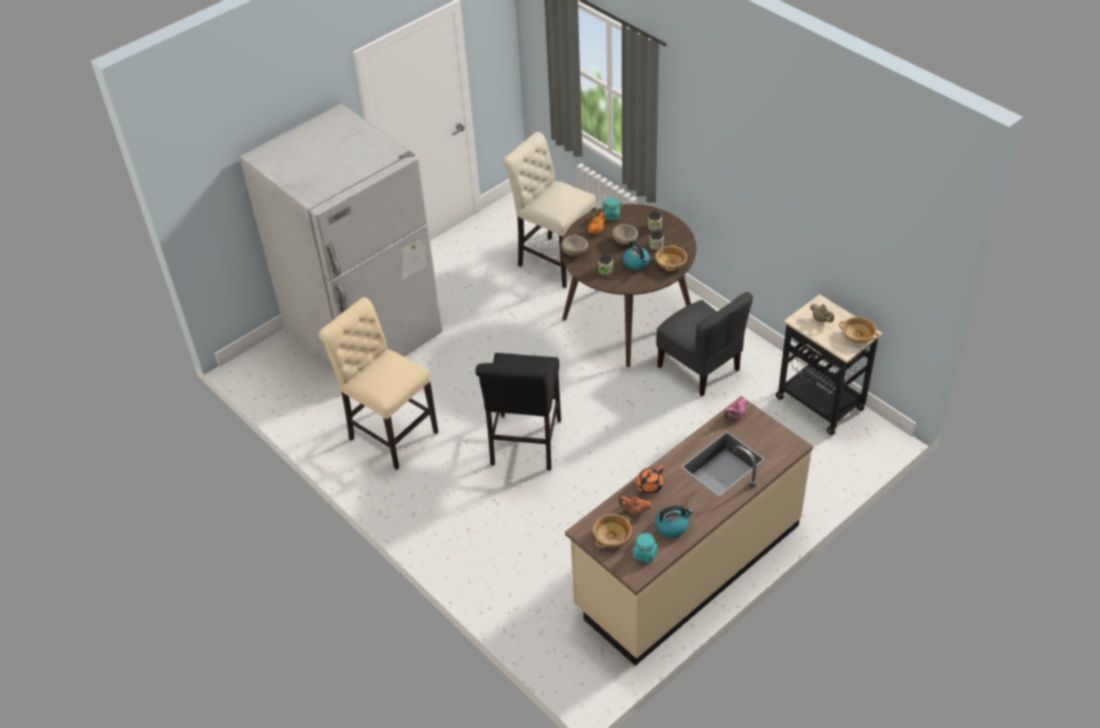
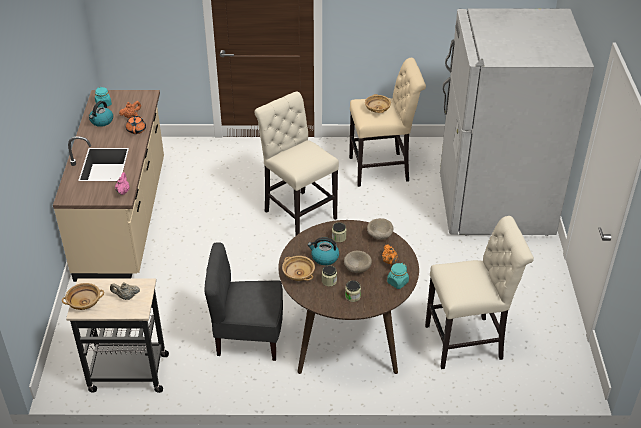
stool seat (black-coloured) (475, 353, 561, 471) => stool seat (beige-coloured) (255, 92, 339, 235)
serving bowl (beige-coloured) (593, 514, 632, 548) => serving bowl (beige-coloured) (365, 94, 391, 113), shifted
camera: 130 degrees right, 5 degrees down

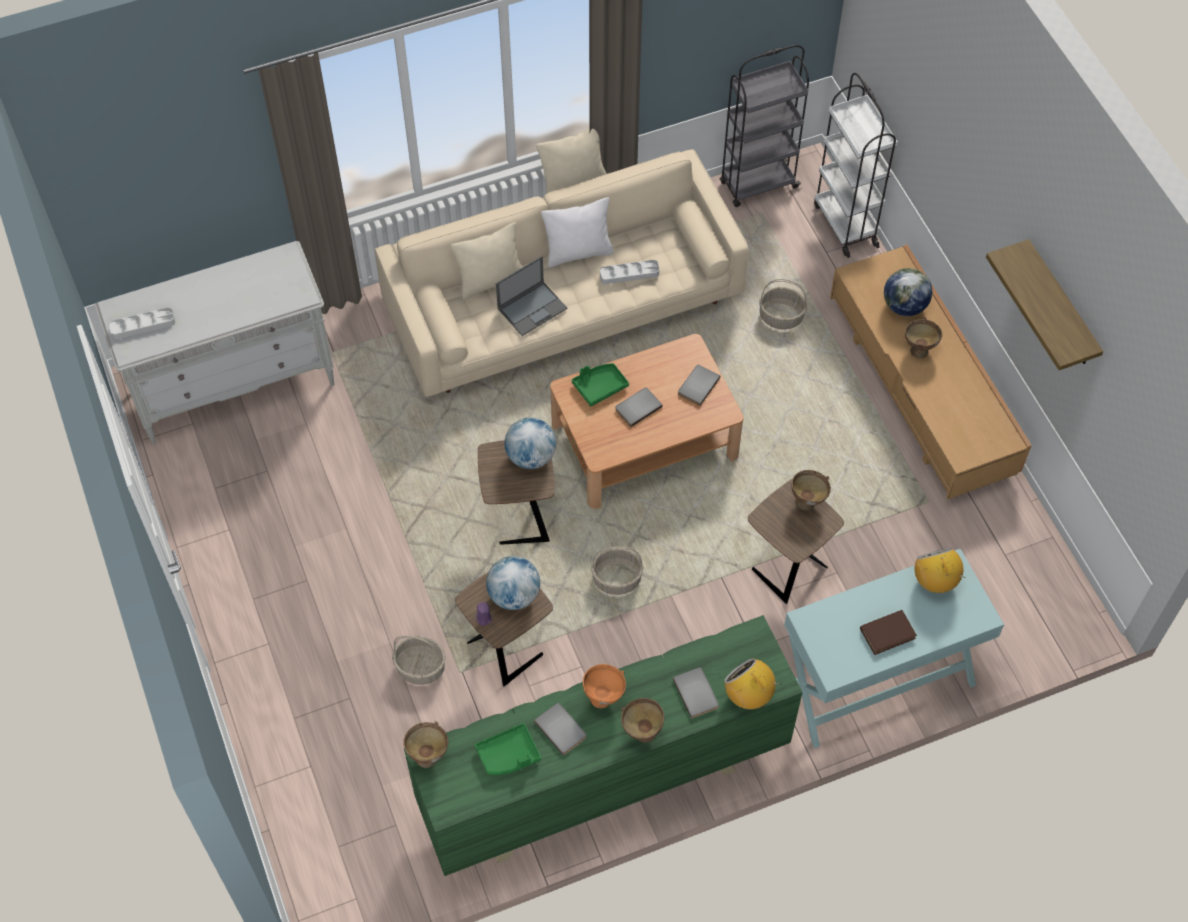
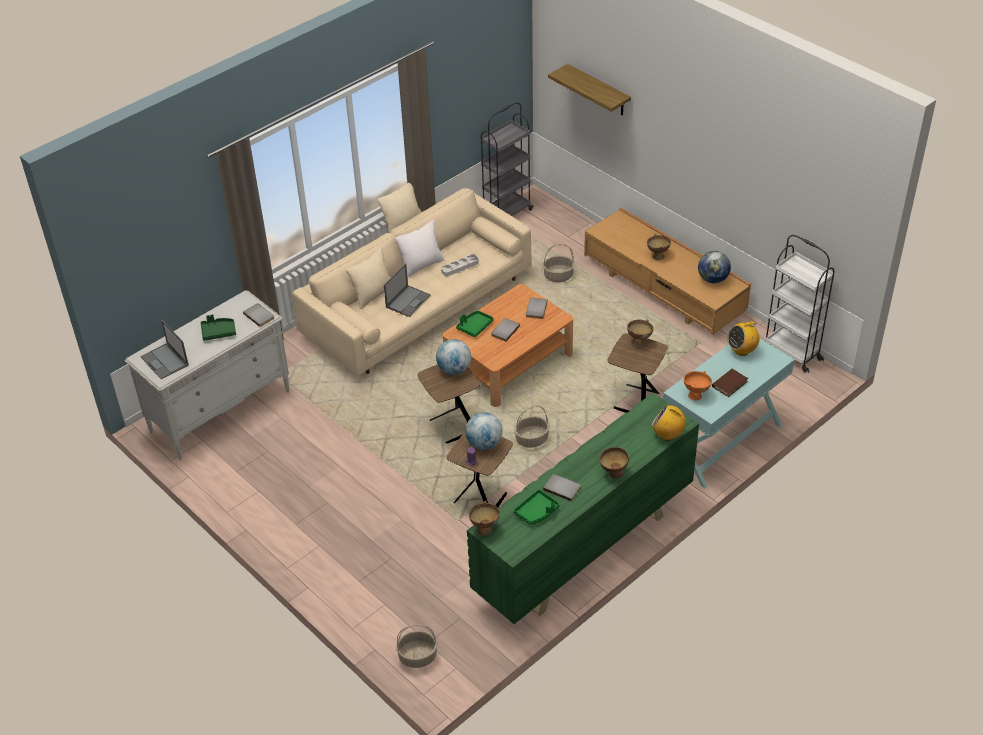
tray (grey) (109, 307, 175, 339) => portable computer (140, 320, 189, 379)
basket (392, 636, 445, 685) => basket (396, 625, 437, 668), shifted
serving bowl (orangey) (583, 664, 626, 708) => serving bowl (orangey) (684, 371, 712, 400), shifted
volume (grey) (673, 667, 719, 719) => volume (grey) (243, 303, 275, 327), shifted
trolley (whitish) (814, 73, 898, 258) => trolley (whitish) (765, 235, 834, 373), shifted
world globe (884, 268, 932, 316) => world globe (698, 251, 731, 284), shifted
radio receiver (915, 548, 966, 593) => radio receiver (727, 319, 760, 356), 75 degrees counterclockwise
wall shelf (986, 239, 1103, 370) => wall shelf (548, 64, 631, 115), shifted
nothing => tray (greenish) (200, 314, 236, 341)
camera: 20 degrees left, 15 degrees down

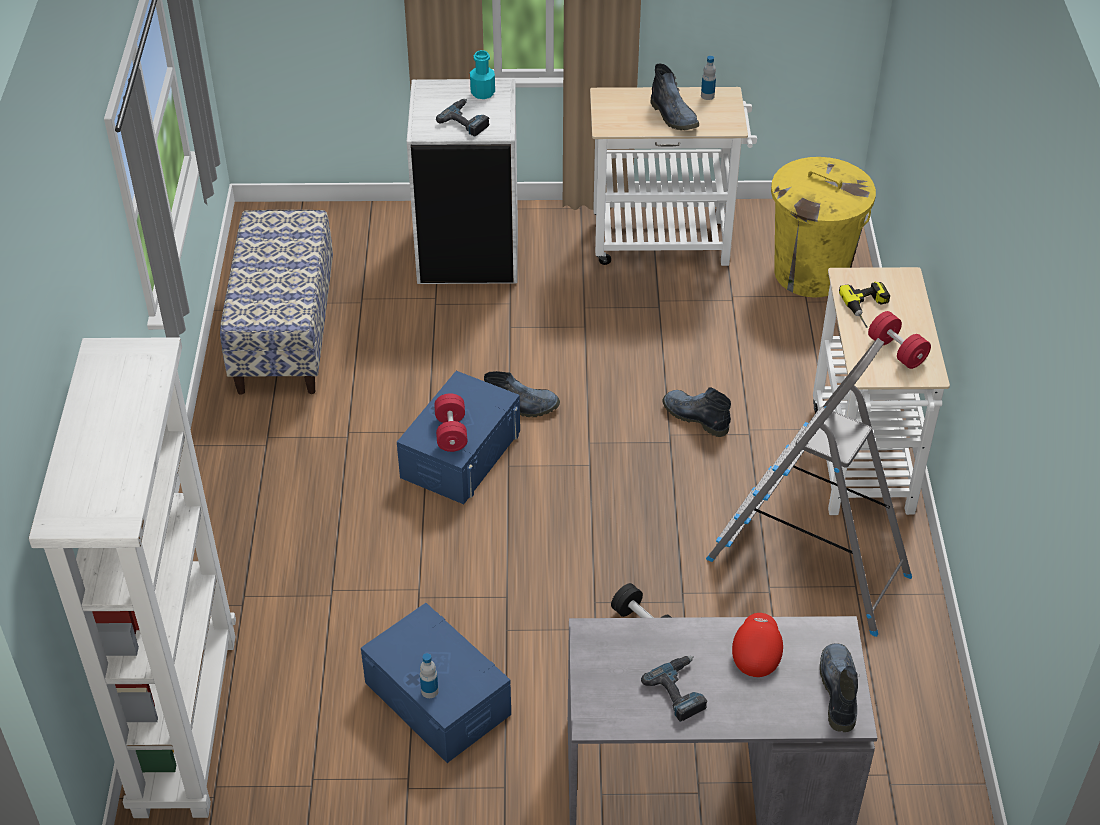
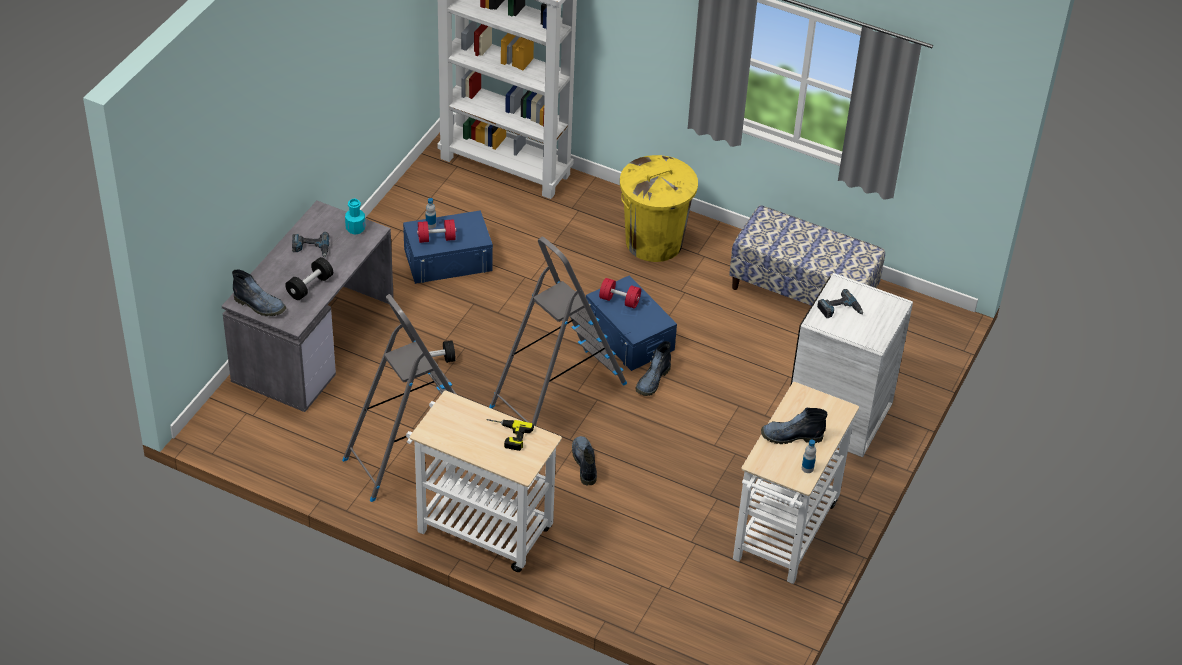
bottle (blue-green) (470, 50, 495, 99) => bottle (blue-green) (345, 199, 365, 235), shifted
tall boot (662, 387, 731, 437) => tall boot (572, 436, 597, 485), 75 degrees counterclockwise
baseball cap (red-coloured) (732, 613, 783, 677) => hand weight (black-coloured) (285, 257, 333, 300)
rubbish bin (yellowish) (771, 157, 876, 297) => rubbish bin (yellowish) (620, 155, 698, 262), shifted
hand weight (red-coloured) (868, 311, 931, 369) => hand weight (red-coloured) (417, 219, 456, 243), shifted
nothing => stepladder (grey) (489, 237, 627, 426)
camera: 115 degrees right, 0 degrees up

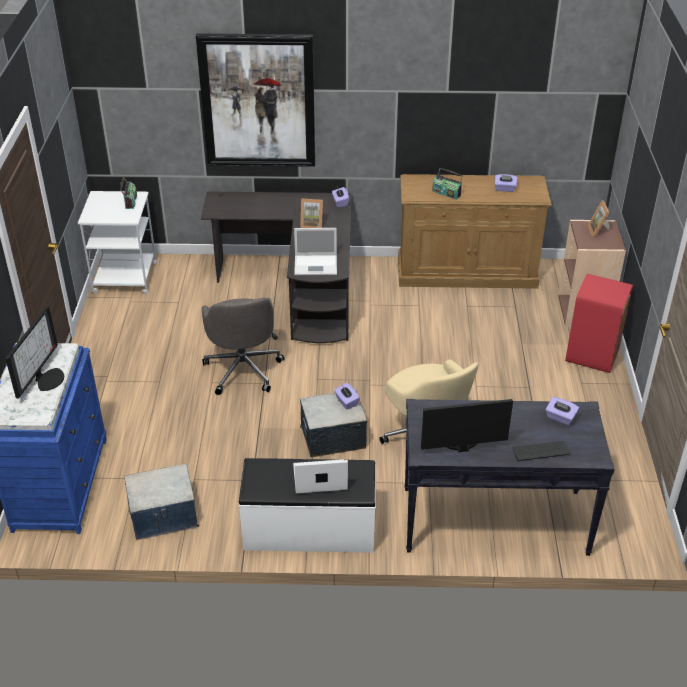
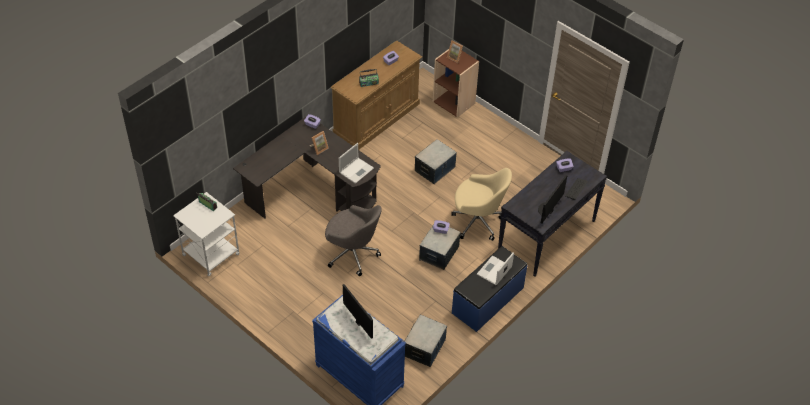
wall art (196, 34, 315, 167) => nothing
long seat (whitish) (239, 458, 376, 553) => long seat (bluish) (452, 246, 528, 332)
rubbish bin (red-coloured) (565, 274, 633, 373) => nothing
nothing => storage container (415, 139, 457, 184)
camera: 50 degrees left, 10 degrees up

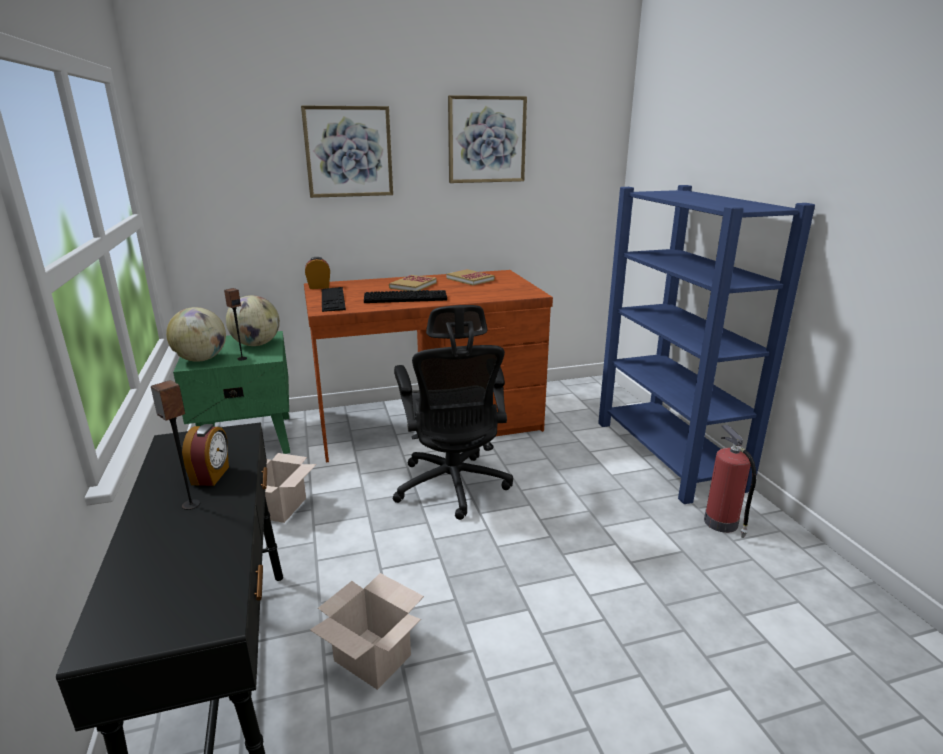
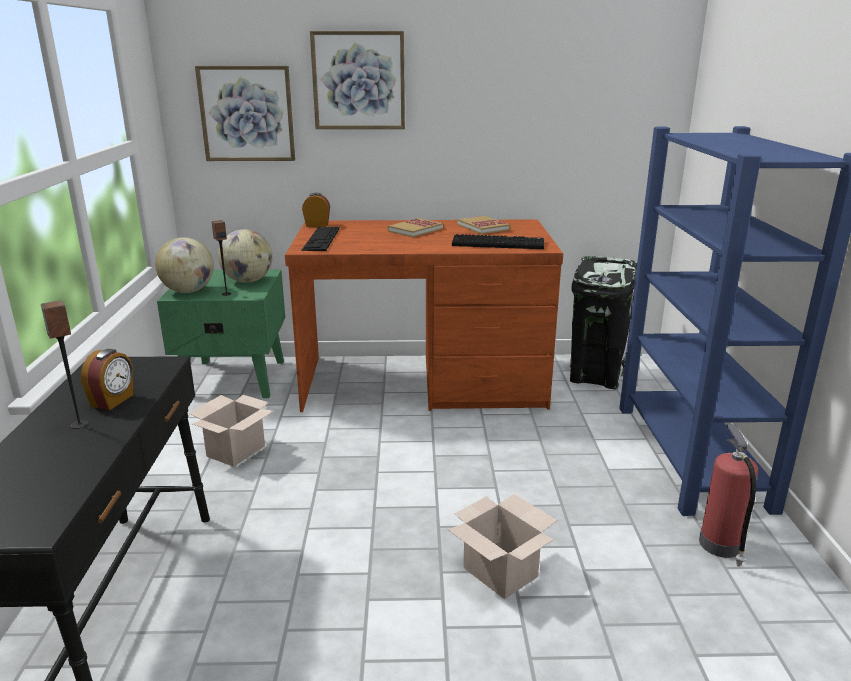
carton (310, 573, 424, 690) => carton (448, 494, 557, 599), shifted
PC keyboard (364, 290, 447, 303) => PC keyboard (452, 234, 544, 249), shifted
computer chair (393, 305, 513, 520) => nothing
wall art (448, 95, 527, 183) => wall art (195, 66, 295, 161), shifted
nothing => rubbish bin (black-coloured) (570, 256, 637, 389)
camera: 15 degrees right, 0 degrees up

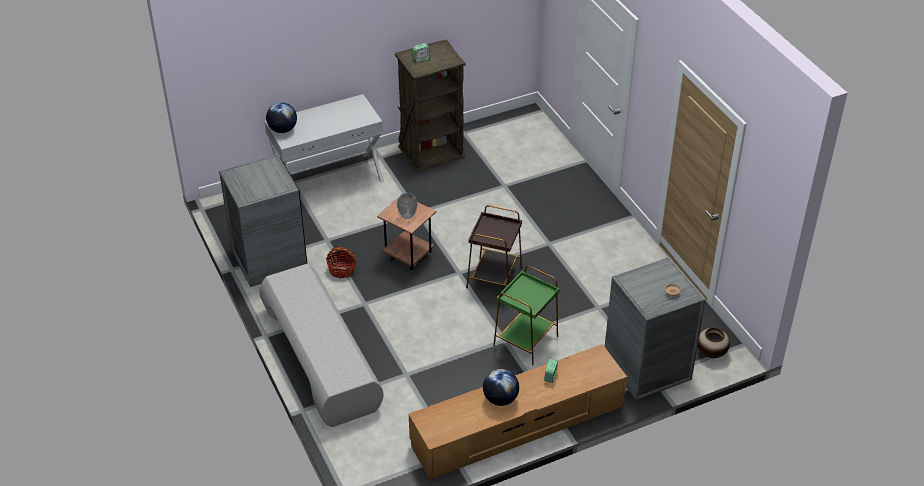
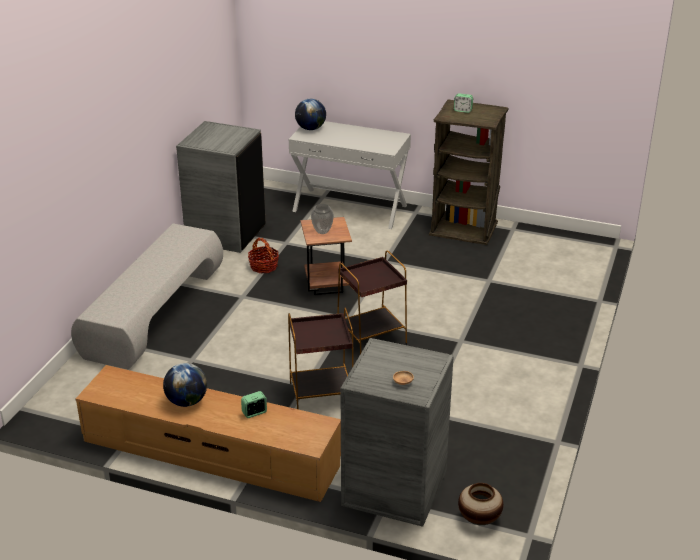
end table (greenish) (493, 266, 560, 365) => end table (brown) (288, 308, 354, 410)
camera: 45 degrees right, 10 degrees down

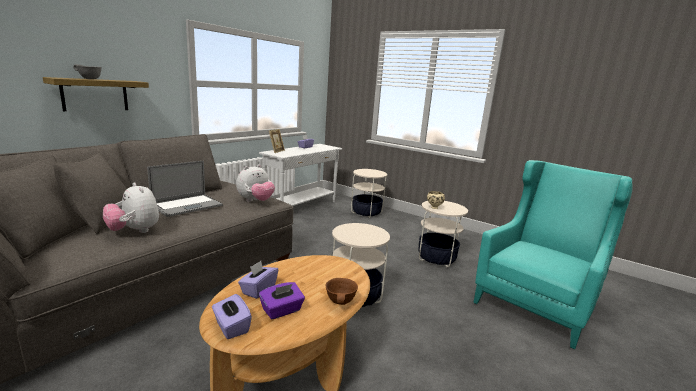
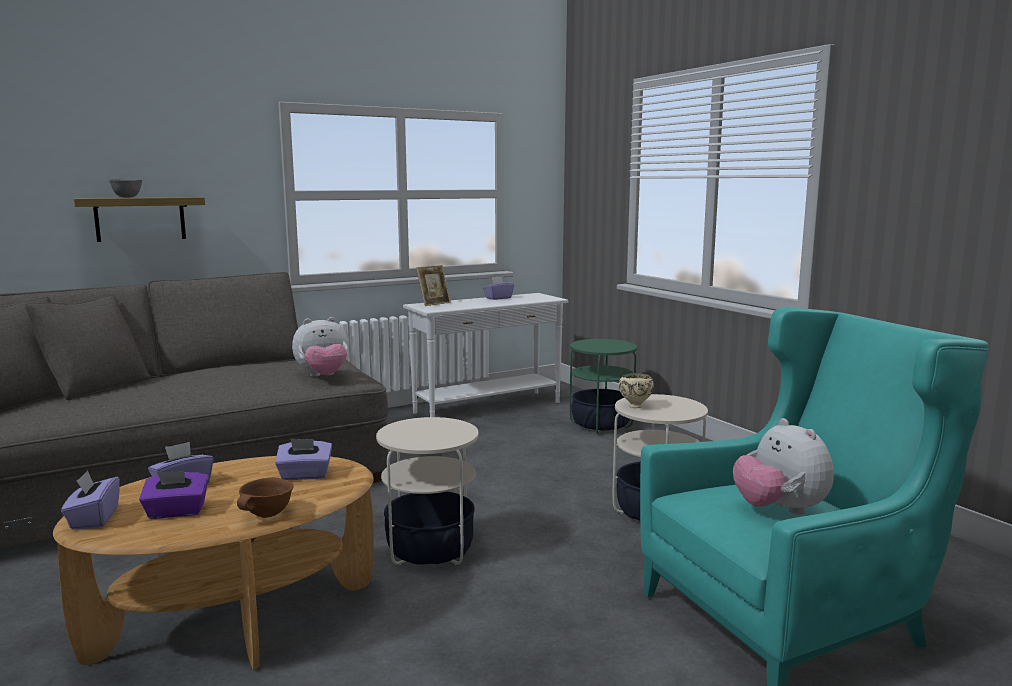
plush toy (103, 182, 159, 233) => plush toy (733, 418, 834, 515), shifted
portable computer (147, 161, 223, 217) => nothing
end table (beige-coloured) (351, 169, 387, 218) => end table (greenish) (570, 339, 637, 434)
nothing => tissue box (purple-coloured) (275, 439, 332, 480)
camera: 25 degrees right, 5 degrees down

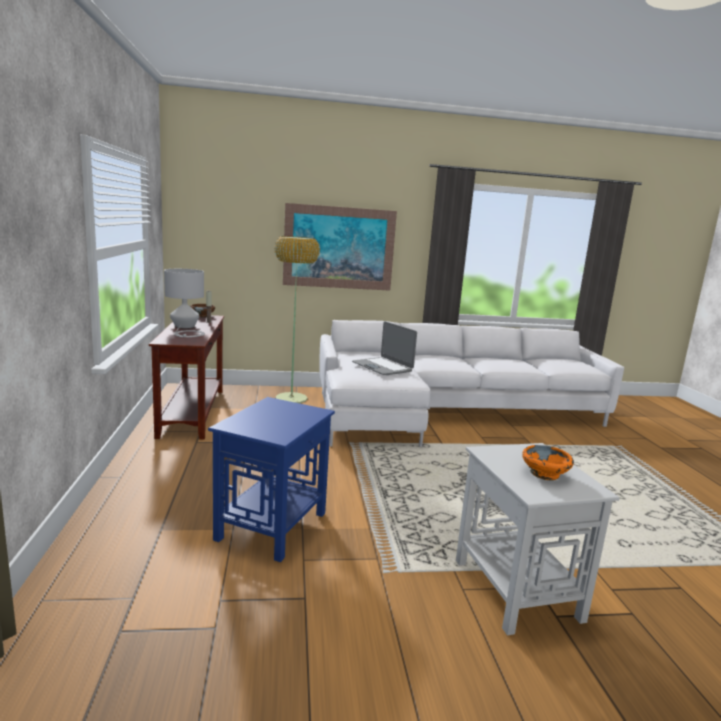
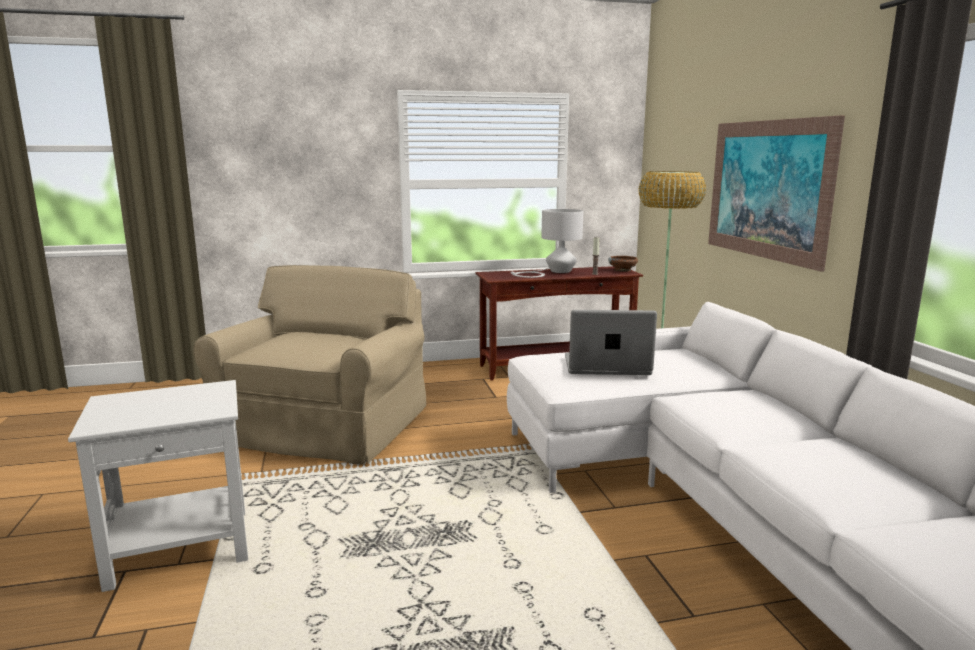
end table (bluish) (208, 397, 335, 562) => easy chair (beige-coloured) (193, 265, 426, 465)
portable computer (352, 321, 417, 375) => portable computer (565, 310, 657, 375), 45 degrees clockwise
serving bowl (orangey) (522, 445, 574, 481) => nothing
camera: 85 degrees right, 0 degrees up

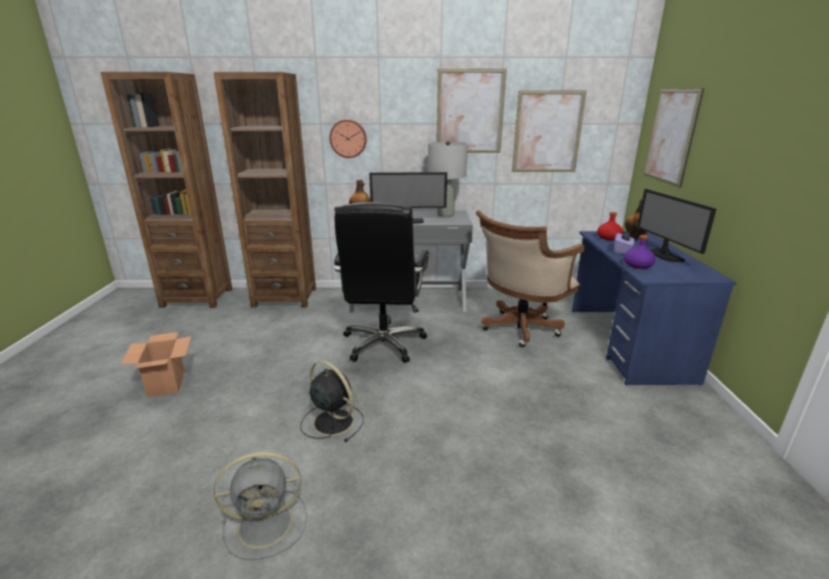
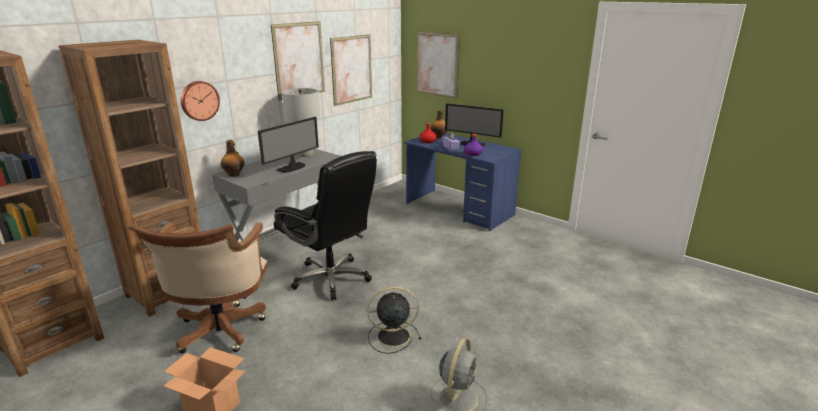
computer chair (476, 210, 585, 347) => computer chair (129, 223, 268, 353), shifted
camera: 50 degrees left, 0 degrees up

